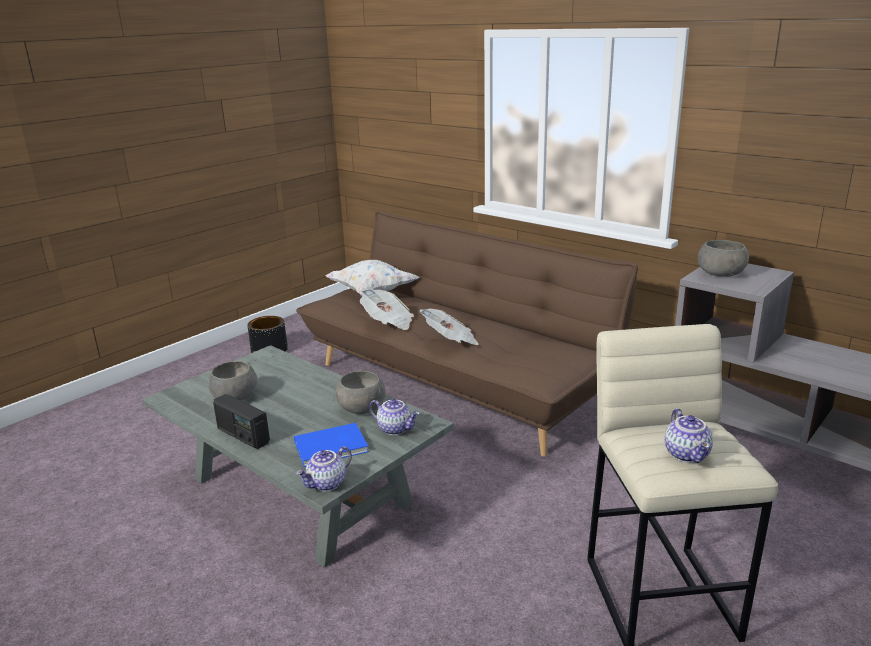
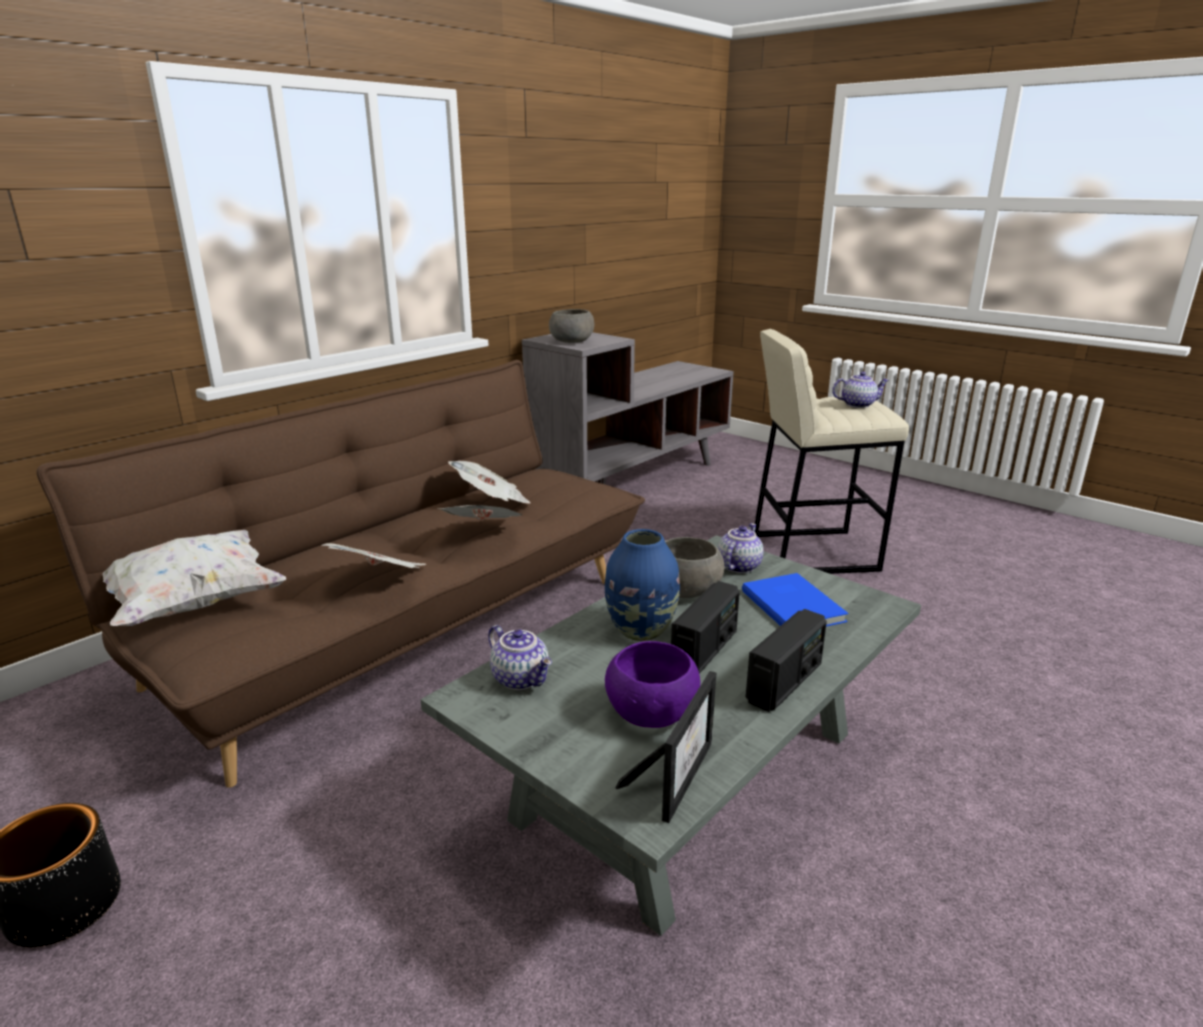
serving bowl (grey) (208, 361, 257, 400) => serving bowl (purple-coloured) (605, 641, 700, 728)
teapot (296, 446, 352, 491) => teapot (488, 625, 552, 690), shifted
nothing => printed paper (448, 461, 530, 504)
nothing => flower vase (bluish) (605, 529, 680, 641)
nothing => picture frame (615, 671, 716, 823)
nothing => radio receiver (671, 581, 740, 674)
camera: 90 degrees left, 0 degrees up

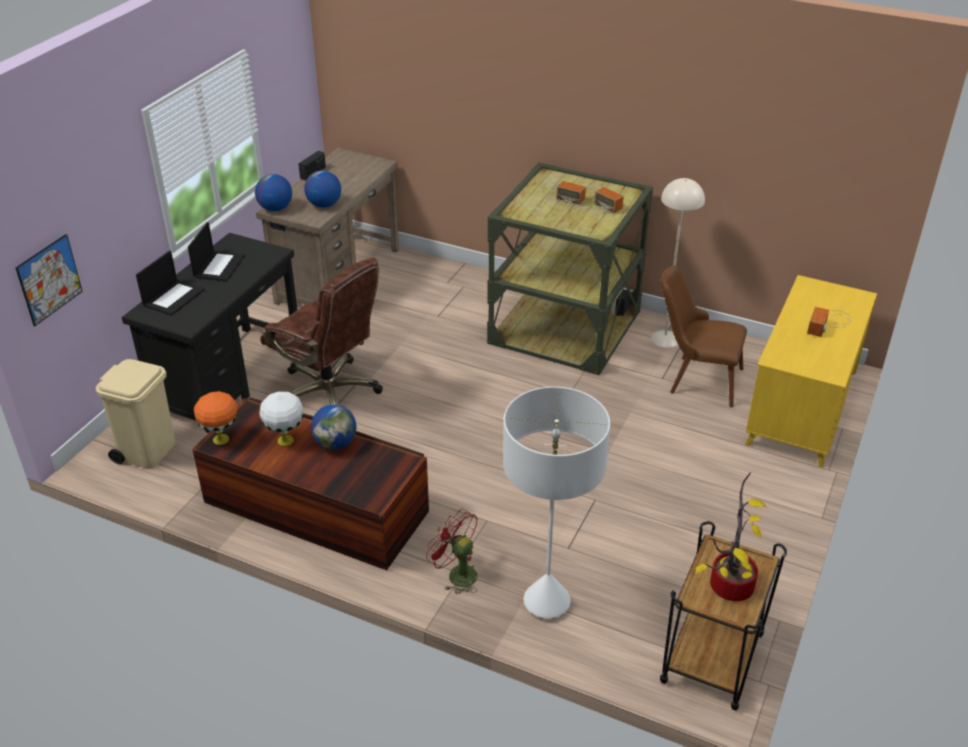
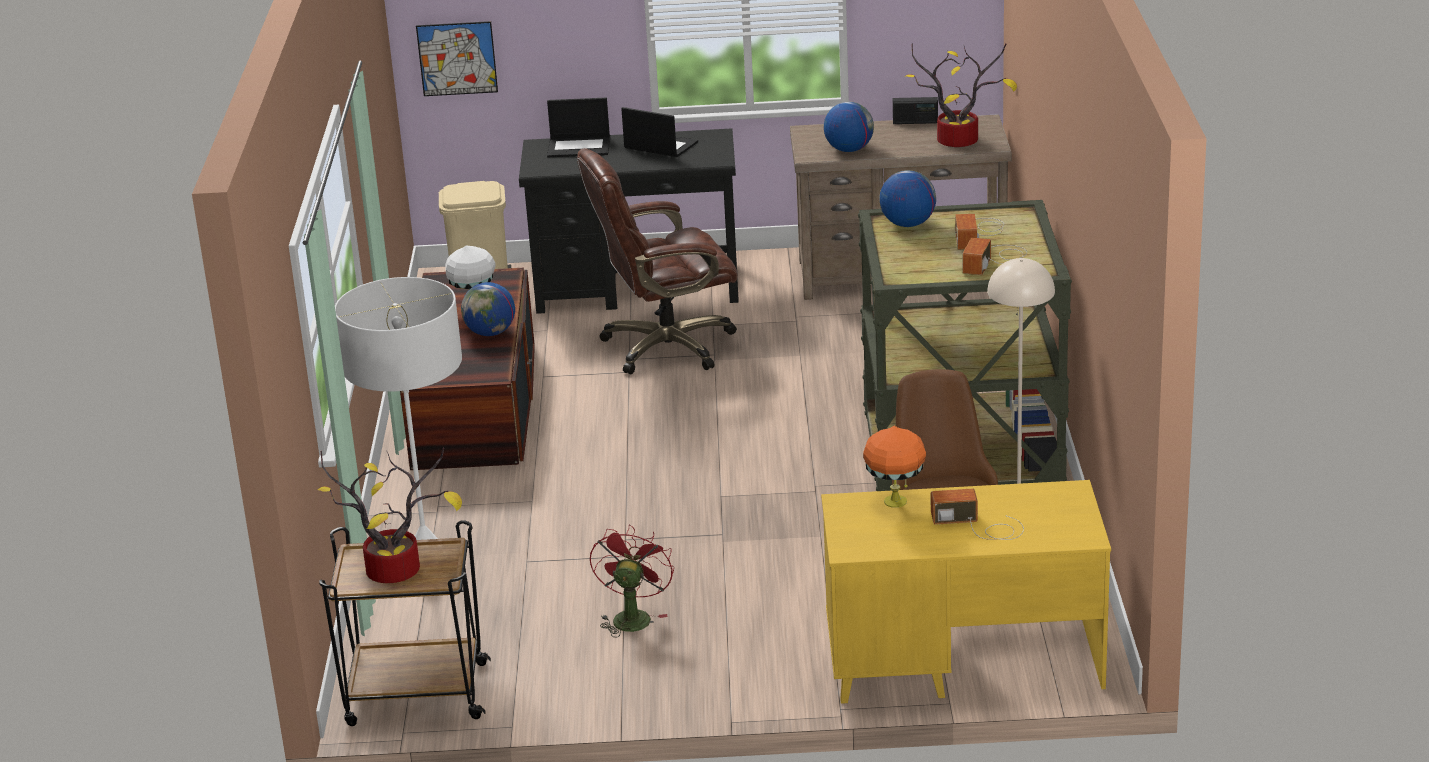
portable computer (188, 222, 245, 281) => portable computer (621, 107, 698, 157), 135 degrees counterclockwise
lamp for a table (orangey) (194, 391, 238, 445) => lamp for a table (orangey) (863, 426, 926, 508), shifted
world globe (255, 174, 292, 211) => world globe (879, 170, 936, 227), shifted
computer chair (brown) (260, 258, 383, 405) => computer chair (brown) (577, 148, 738, 374), 60 degrees clockwise
electric fan (red-coloured) (426, 509, 478, 594) => electric fan (red-coloured) (590, 525, 674, 638), shifted
nothing => potted plant (904, 43, 1017, 147)
camera: 65 degrees right, 10 degrees down

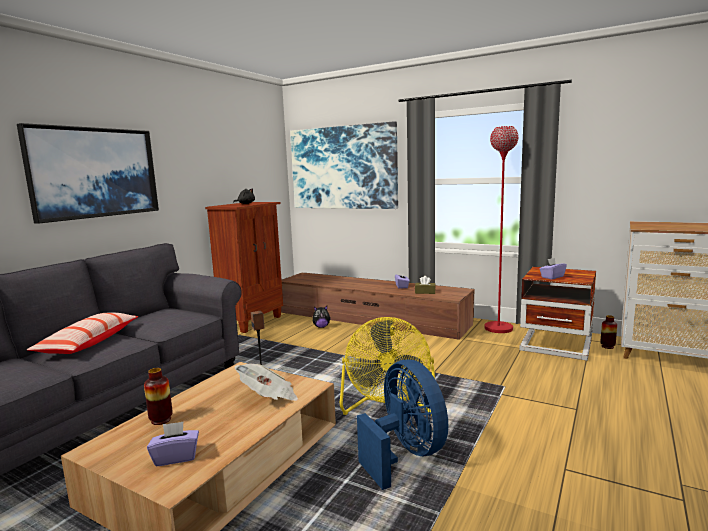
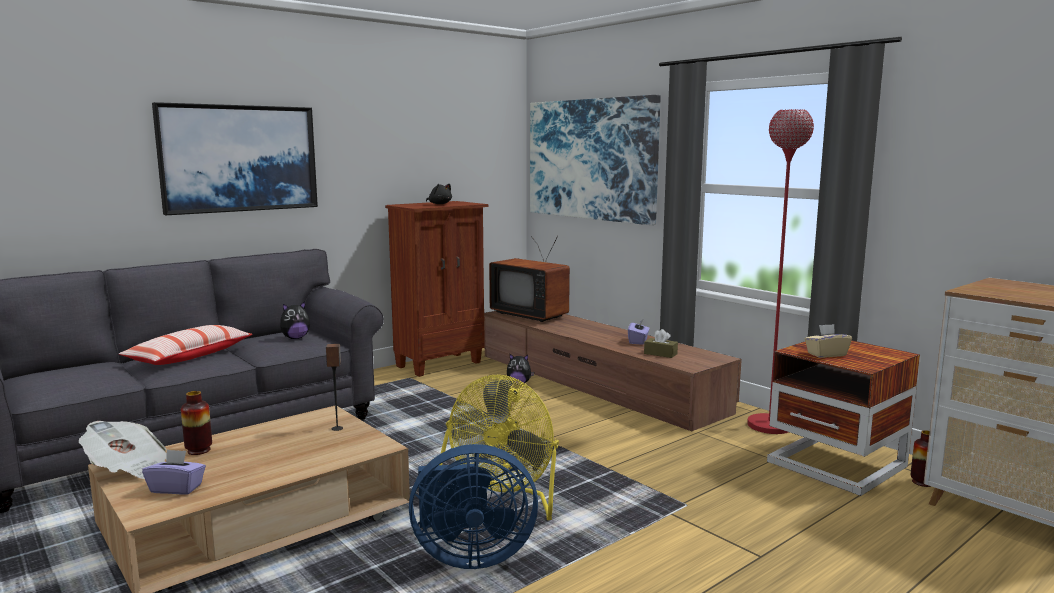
printed paper (235, 364, 298, 401) => printed paper (79, 421, 167, 479), shifted
electric fan (bluish) (357, 359, 448, 490) => electric fan (bluish) (409, 444, 538, 569), 90 degrees clockwise
tissue box (purple-coloured) (540, 258, 567, 279) => tissue box (beige-coloured) (805, 324, 852, 358)
nothing => plush toy (280, 301, 310, 339)
nothing => TV (489, 236, 570, 322)
camera: 20 degrees right, 0 degrees up

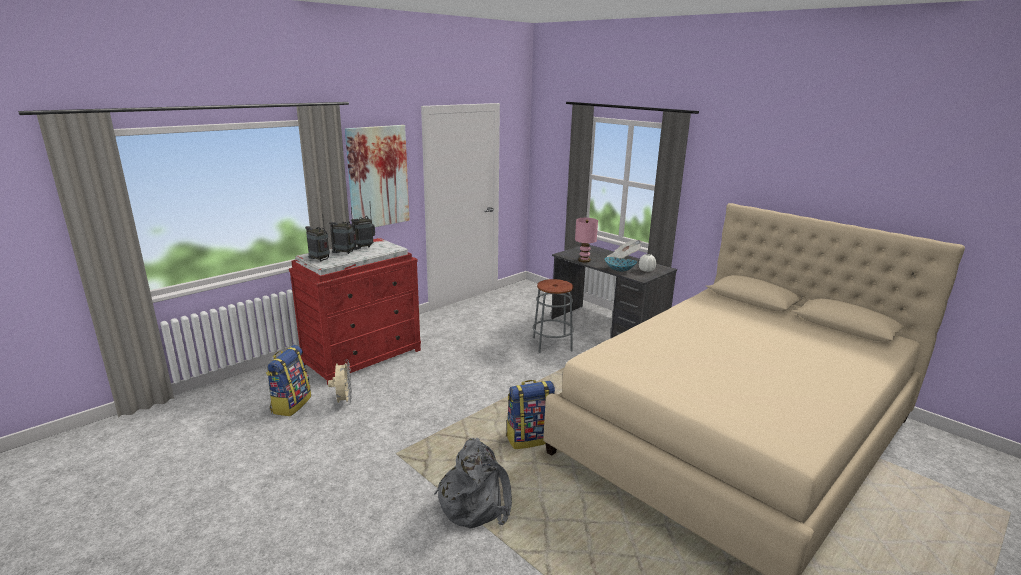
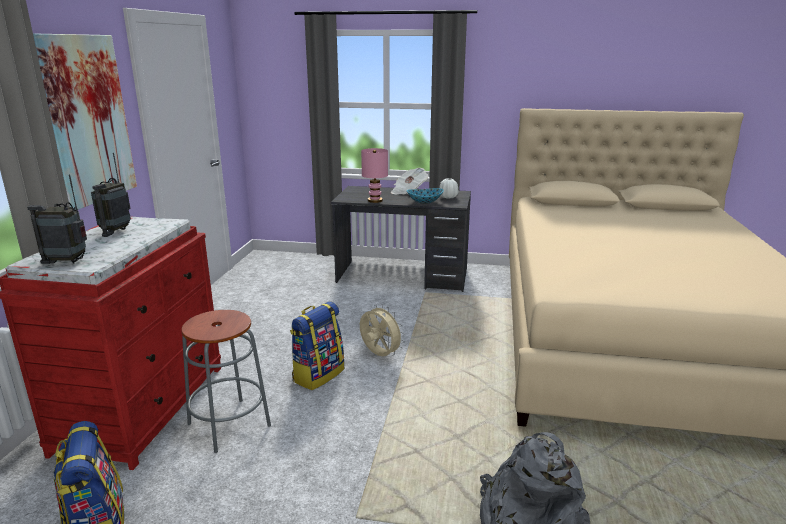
electric fan (beige-coloured) (328, 359, 352, 405) => electric fan (beige-coloured) (360, 304, 405, 356), shifted
radio receiver (329, 207, 356, 254) => nothing
backpack (506, 380, 555, 449) => backpack (290, 302, 344, 390), shifted
stool seat (grey) (533, 279, 574, 353) => stool seat (grey) (181, 310, 271, 453), shifted
camera: 35 degrees left, 0 degrees up

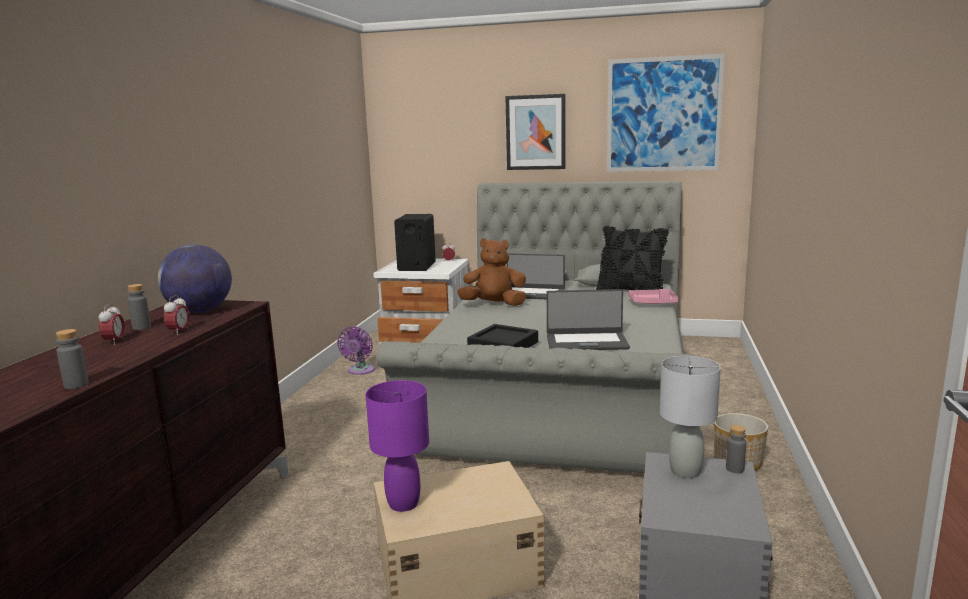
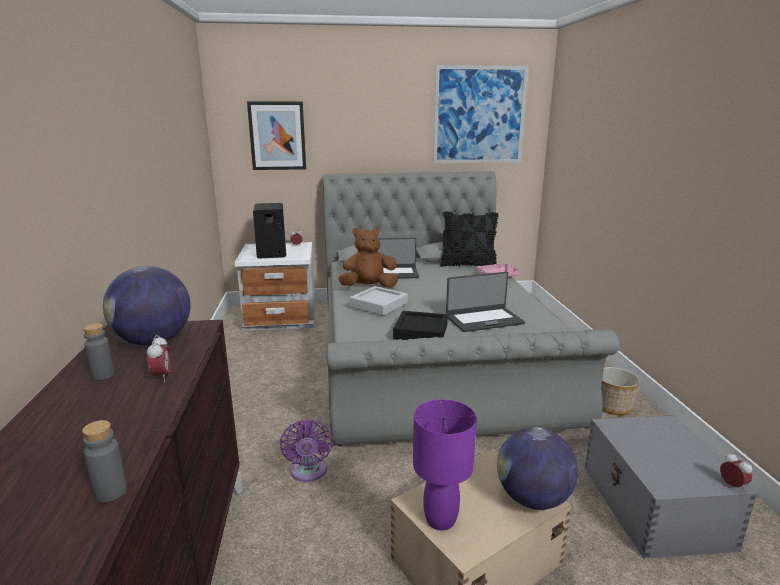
table clock (99, 304, 125, 345) => table clock (720, 452, 753, 490), shifted
electric fan (purple-coloured) (337, 326, 375, 375) => electric fan (purple-coloured) (280, 419, 333, 482), shifted
wall art (505, 94, 565, 170) => wall art (247, 101, 306, 170), shifted
lamp for a table (grey) (660, 356, 721, 478) => nothing
bottle (grey) (726, 425, 746, 473) => nothing
nothing => tray (grey) (350, 286, 408, 315)
nothing => world globe (497, 427, 578, 510)
camera: 20 degrees left, 5 degrees up

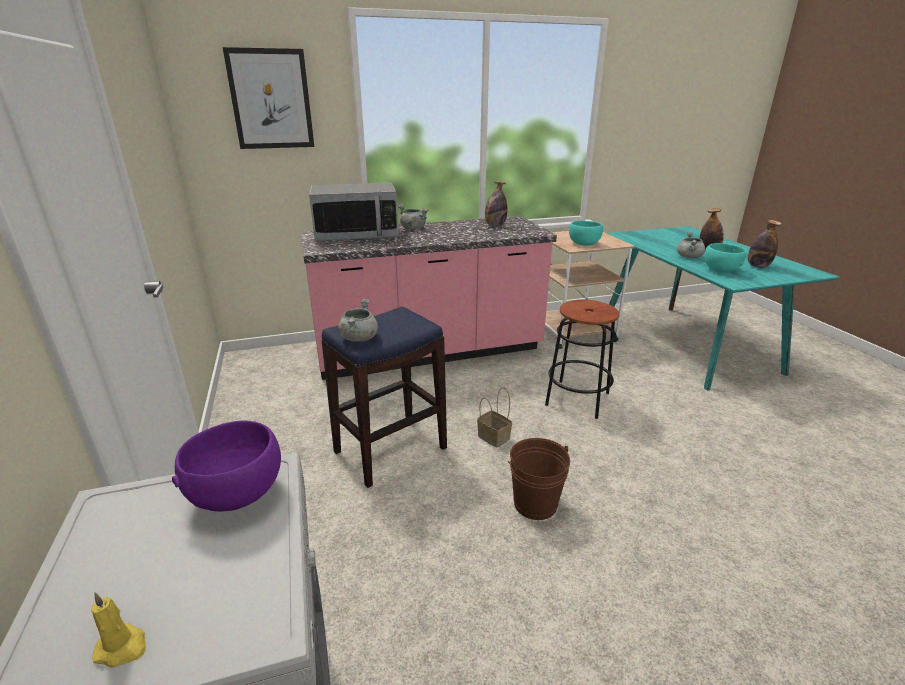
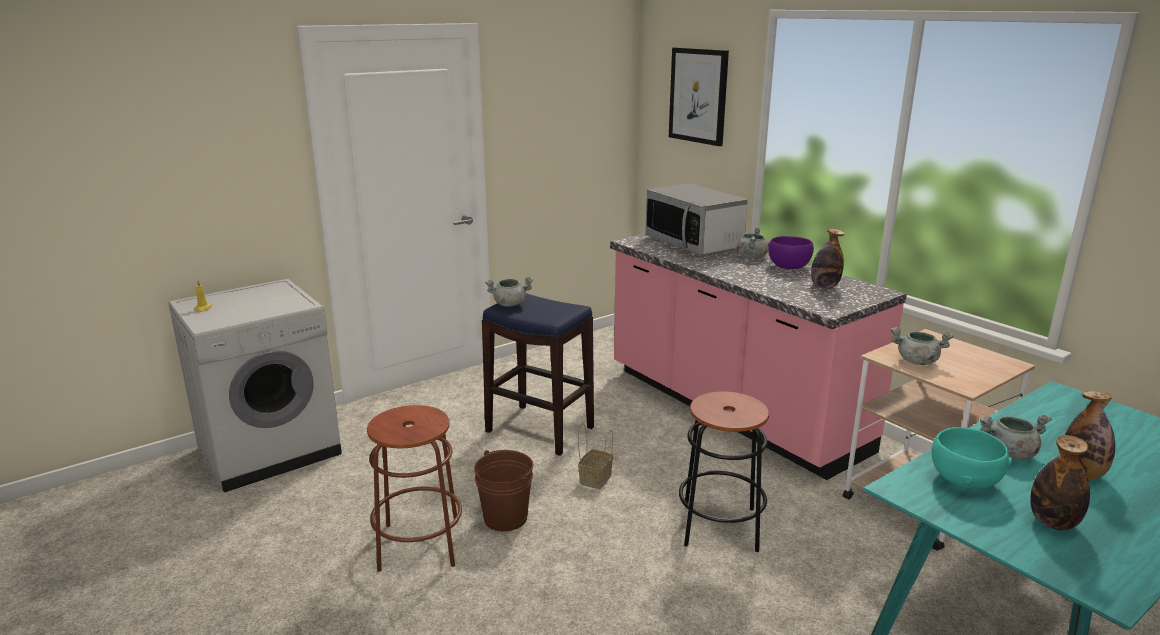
serving bowl (purple-coloured) (172, 420, 281, 511) => serving bowl (purple-coloured) (768, 236, 814, 269), shifted
serving bowl (blue-green) (569, 221, 603, 246) => cooking pot (grey) (890, 327, 954, 365)
nothing => stool seat (brown) (367, 405, 462, 572)
camera: 70 degrees right, 5 degrees down

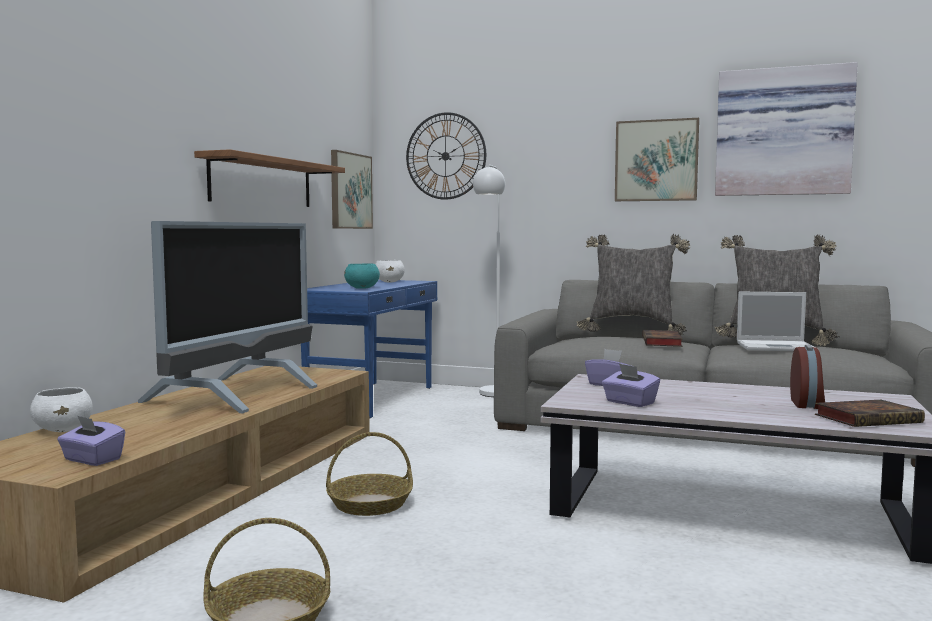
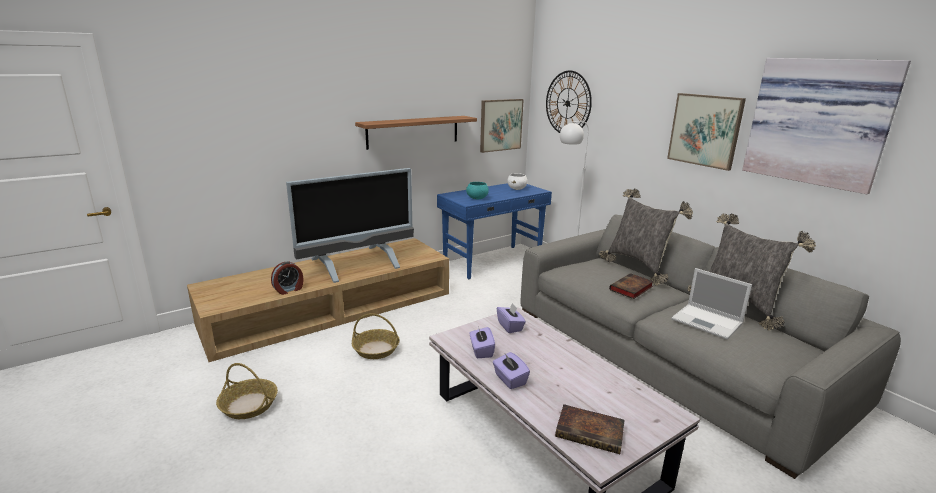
serving bowl (whitish) (30, 387, 93, 432) => nothing
tissue box (purple-coloured) (57, 415, 125, 466) => tissue box (purple-coloured) (493, 352, 530, 389), shifted
table clock (790, 345, 825, 409) => table clock (271, 262, 304, 295), shifted
camera: 35 degrees right, 15 degrees up

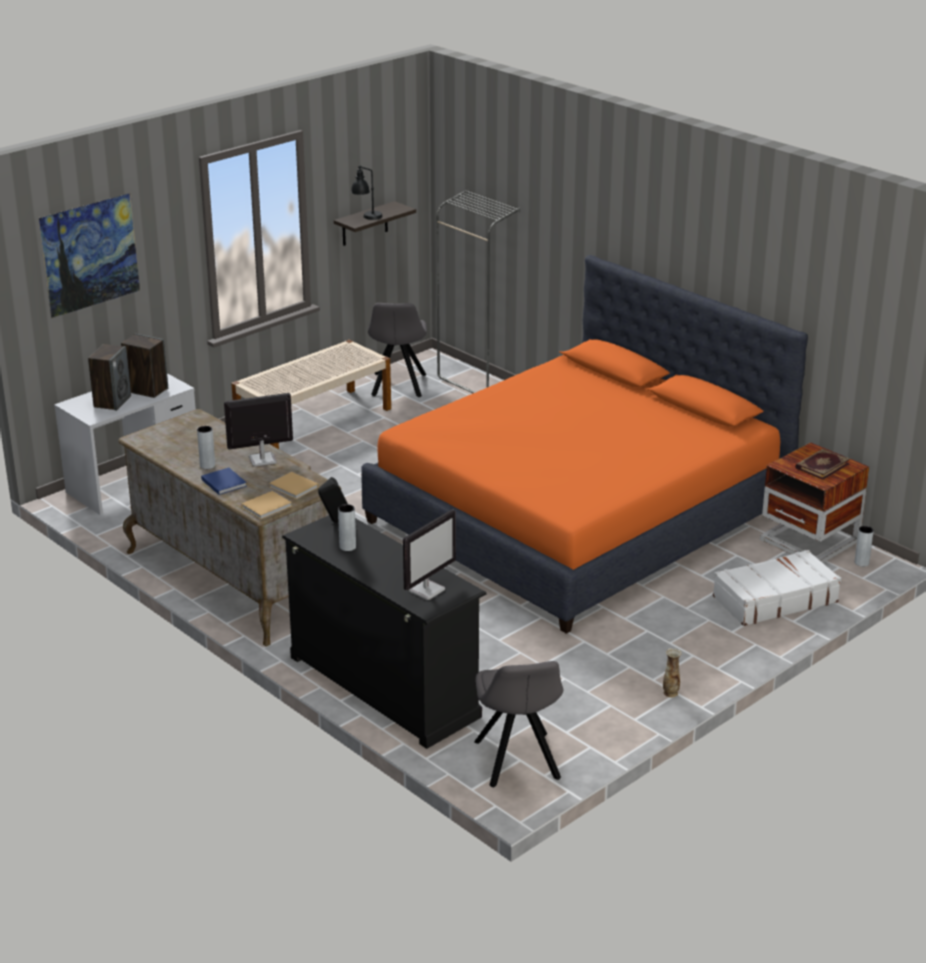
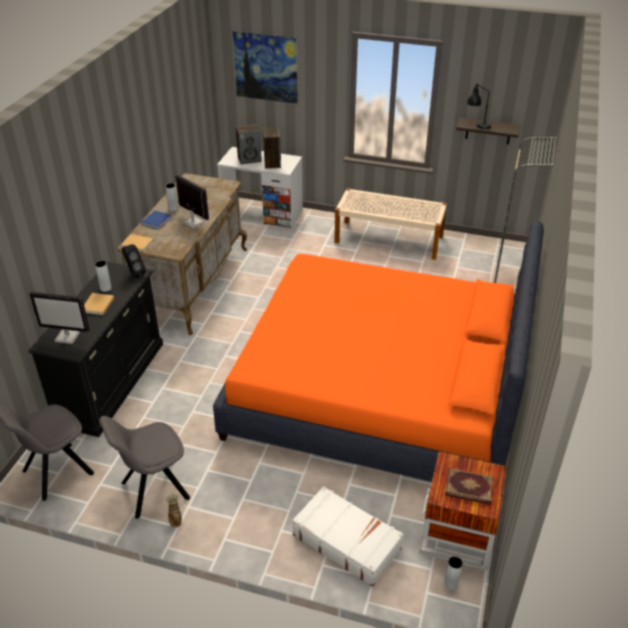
volume (beige-coloured) (269, 472, 318, 499) => volume (beige-coloured) (84, 293, 114, 315), shifted
plain chair (grey) (368, 303, 427, 397) => plain chair (grey) (99, 416, 190, 519), shifted
camera: 60 degrees right, 10 degrees up

